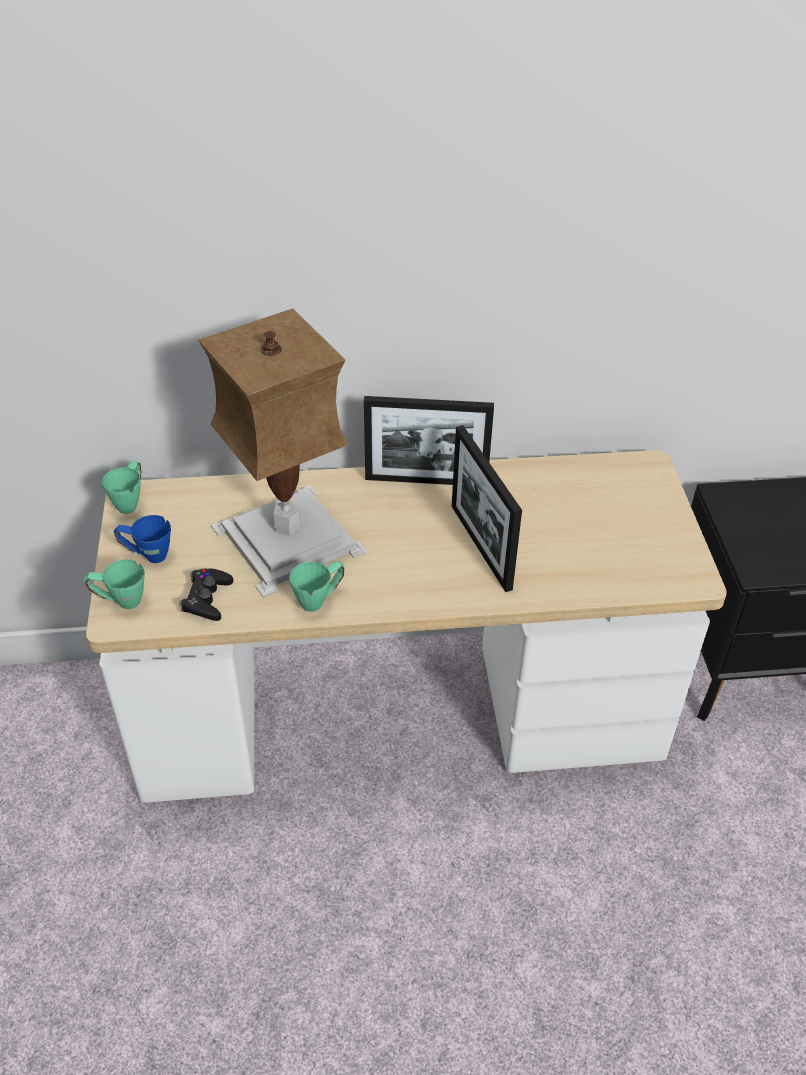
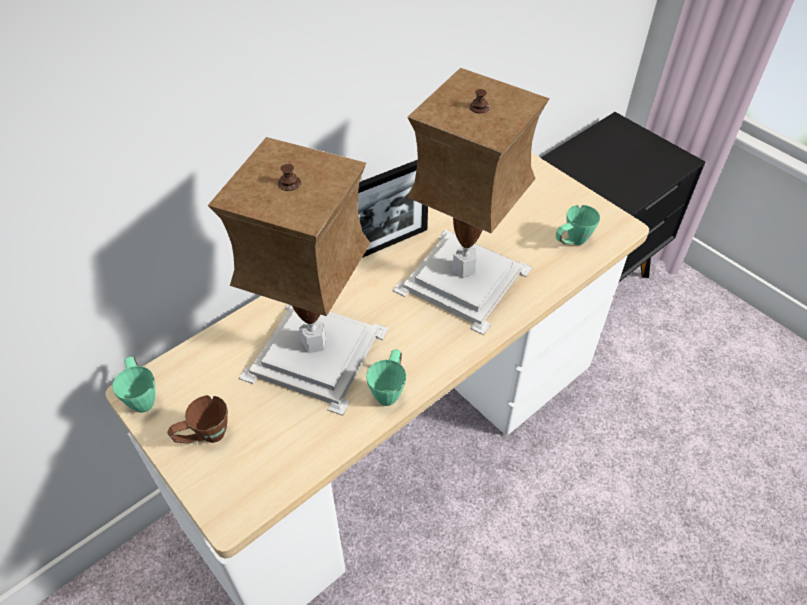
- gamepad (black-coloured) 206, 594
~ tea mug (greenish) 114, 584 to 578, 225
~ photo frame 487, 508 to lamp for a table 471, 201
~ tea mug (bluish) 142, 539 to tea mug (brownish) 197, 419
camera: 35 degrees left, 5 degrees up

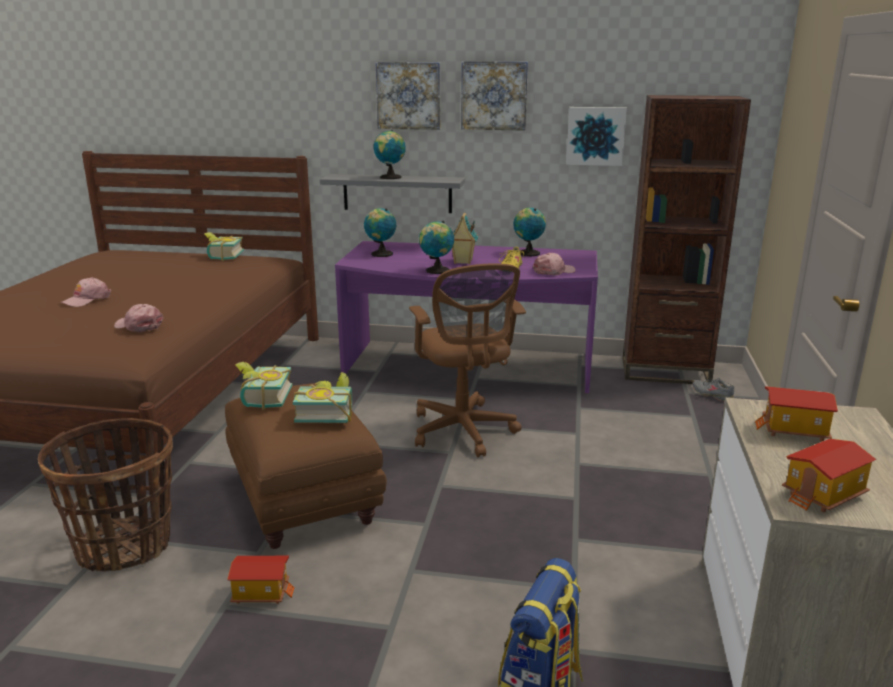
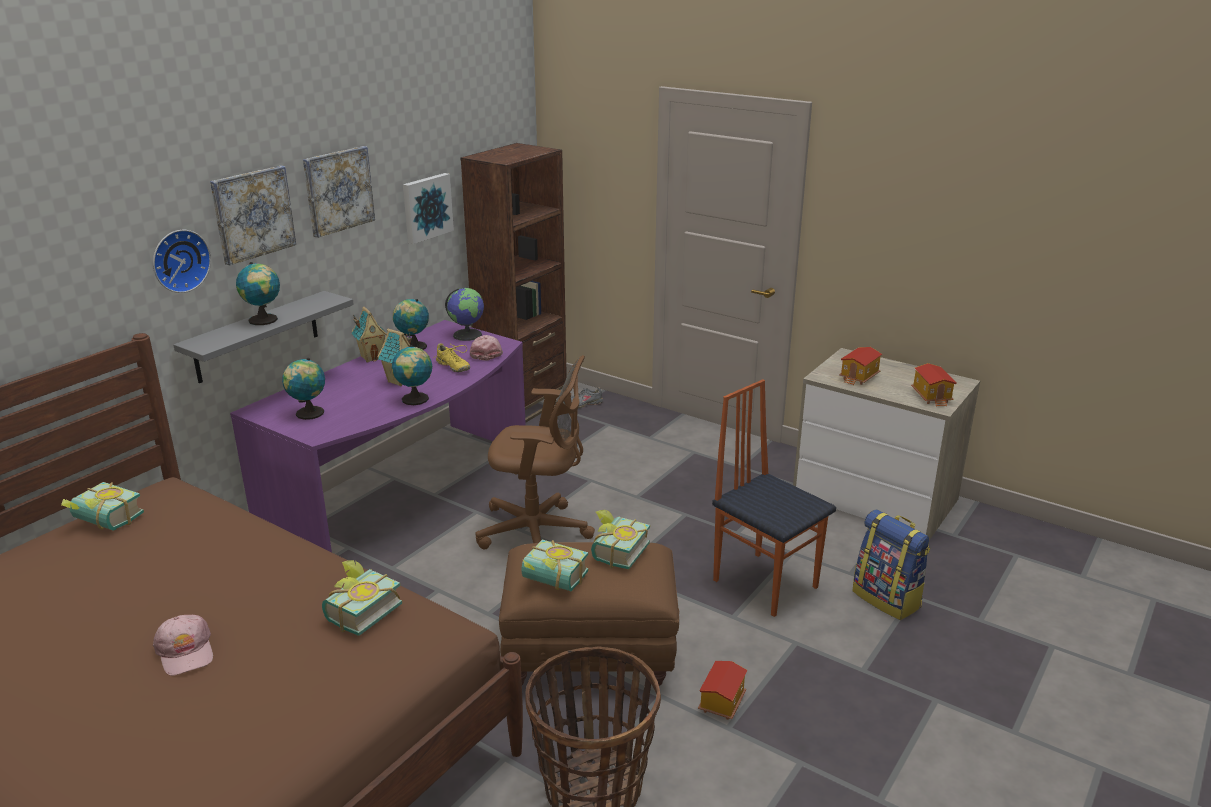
+ clock on the wall 182, 261
+ miniature house 369, 335
+ world globe 464, 314
+ plain chair 774, 498
~ cap (pinkish) 138, 318 to book 362, 598
camera: 65 degrees left, 5 degrees up

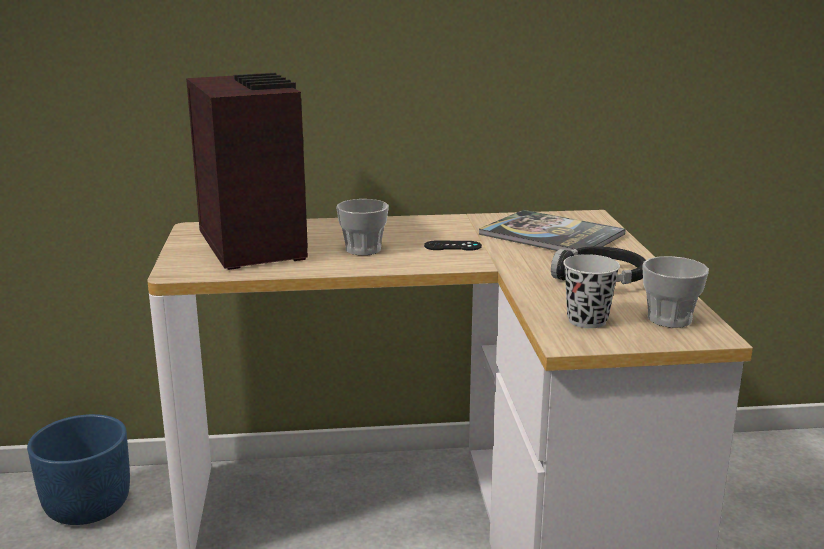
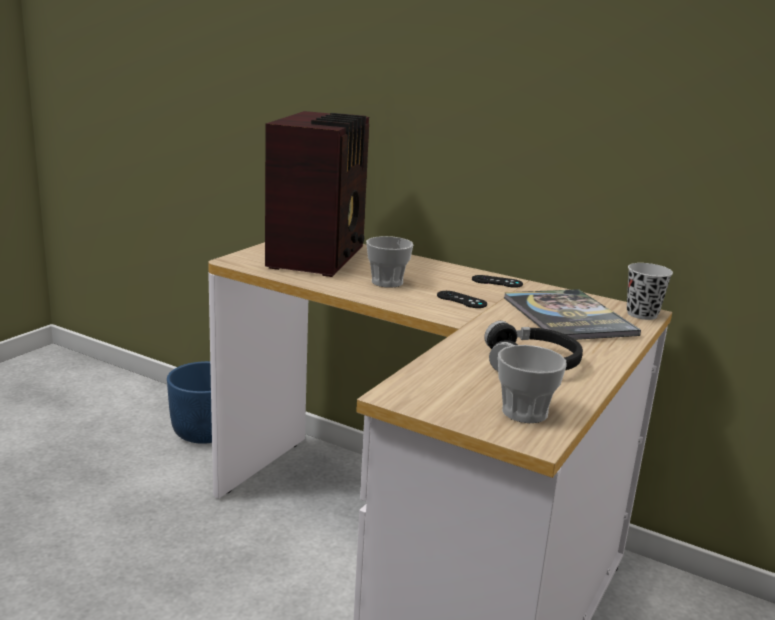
+ gamepad (black-coloured) 497, 281
~ drinking cup (black-coloured) 591, 291 to 650, 291
camera: 35 degrees right, 0 degrees up

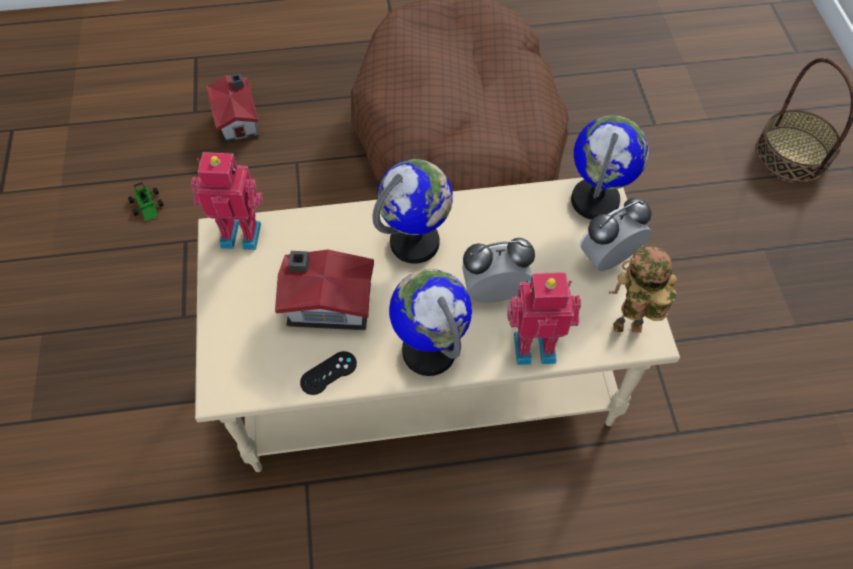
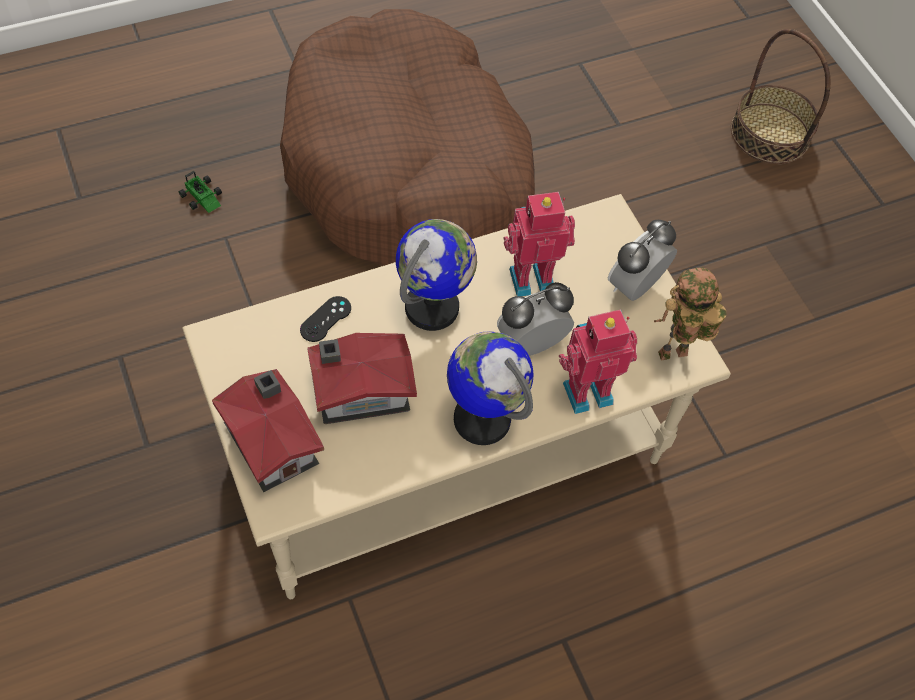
- world globe 609, 168
~ toy car 146, 201 to 200, 192
~ robot figure 227, 201 to 539, 244
~ miniature house 233, 108 to 268, 430
~ gamepad (black-coloured) 328, 373 to 325, 319
camera: 20 degrees left, 0 degrees up

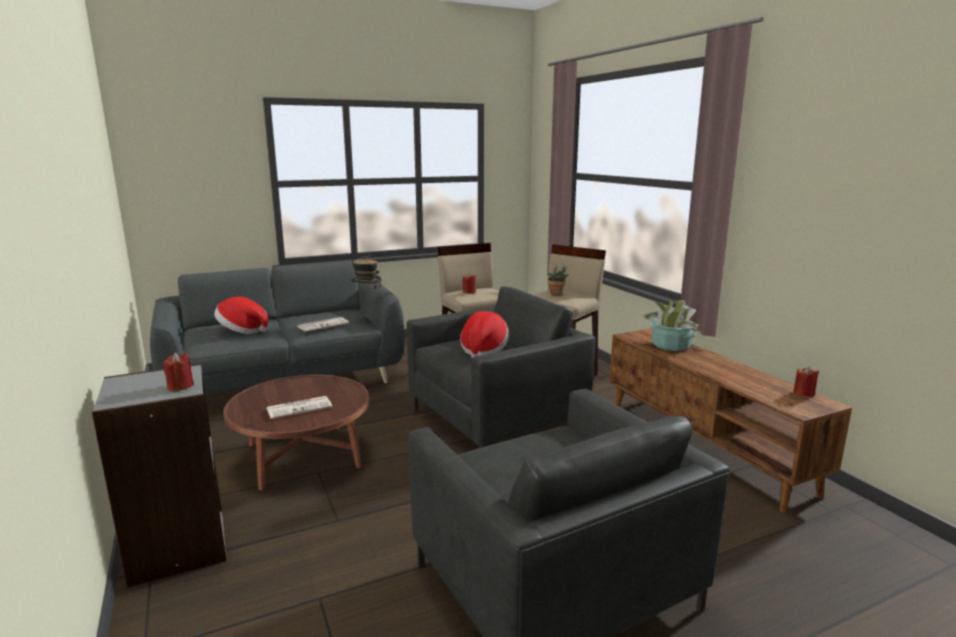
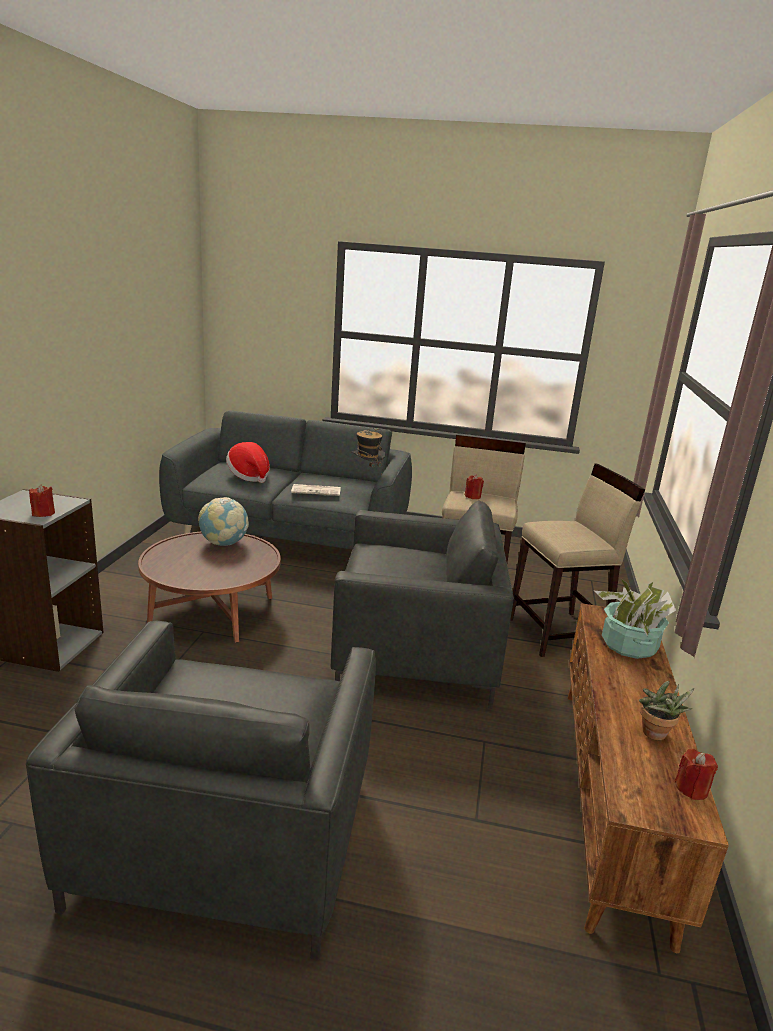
- daily paper 299, 407
- hat 484, 334
+ world globe 223, 521
~ houseplant 558, 279 to 666, 710
camera: 35 degrees right, 5 degrees up

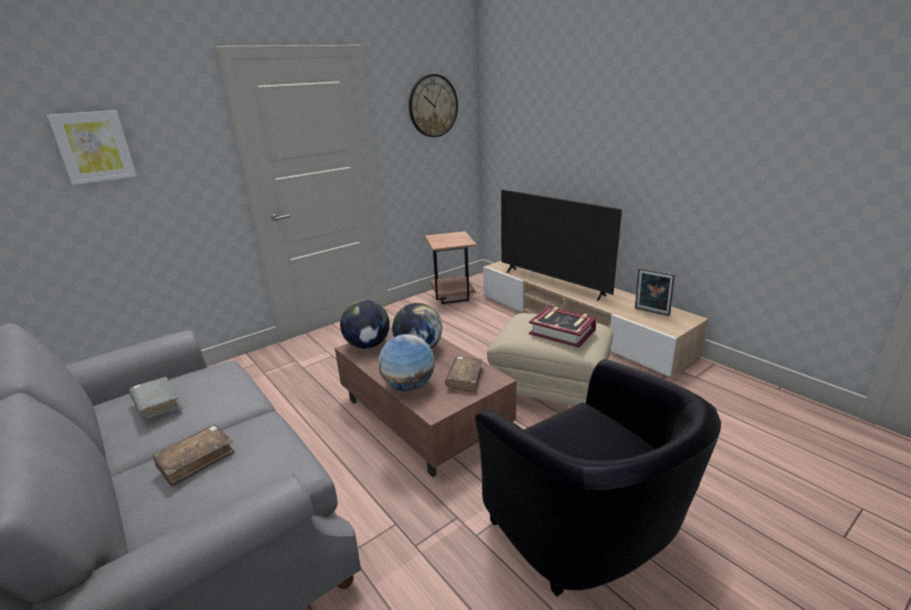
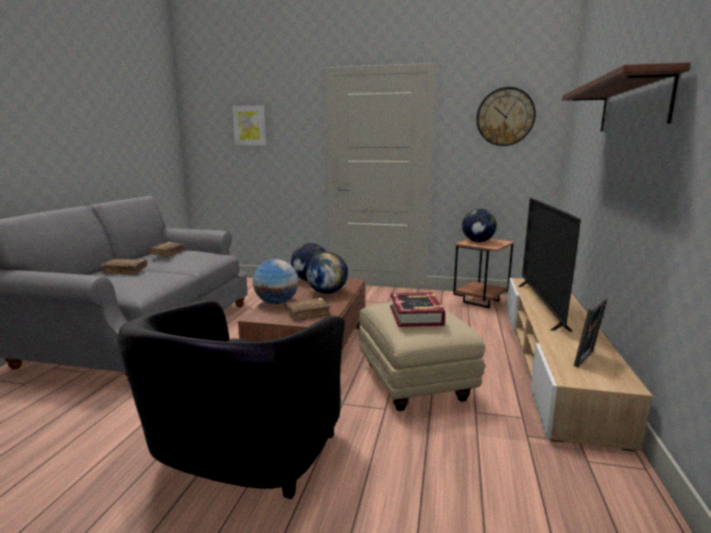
+ world globe 479, 225
+ wall shelf 626, 97
~ book (grey) 155, 398 to book (brownish) 166, 249
~ photo frame 655, 292 = 590, 332 135 degrees counterclockwise
camera: 50 degrees right, 10 degrees down

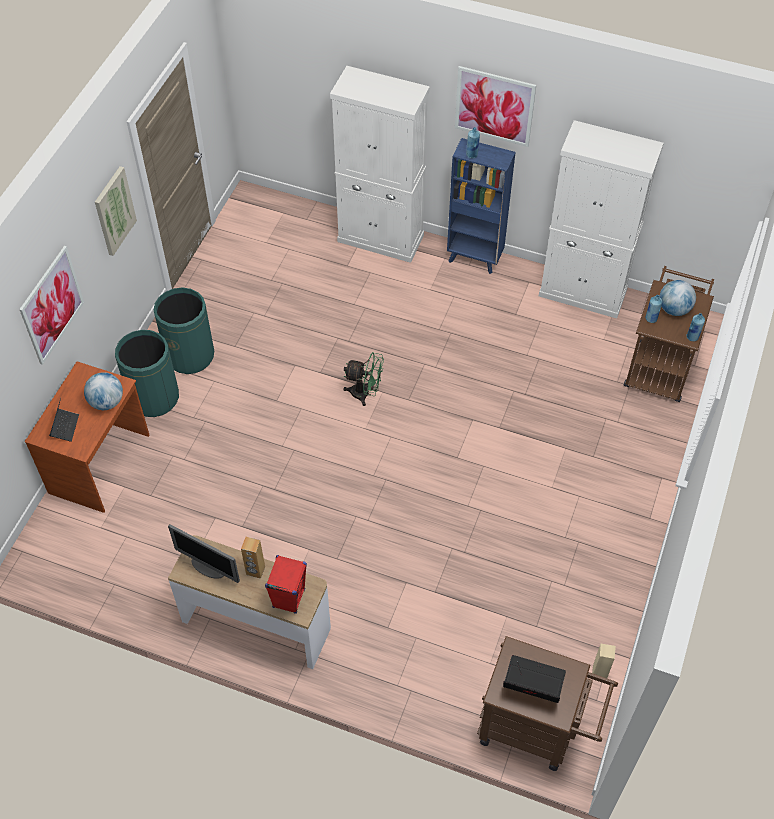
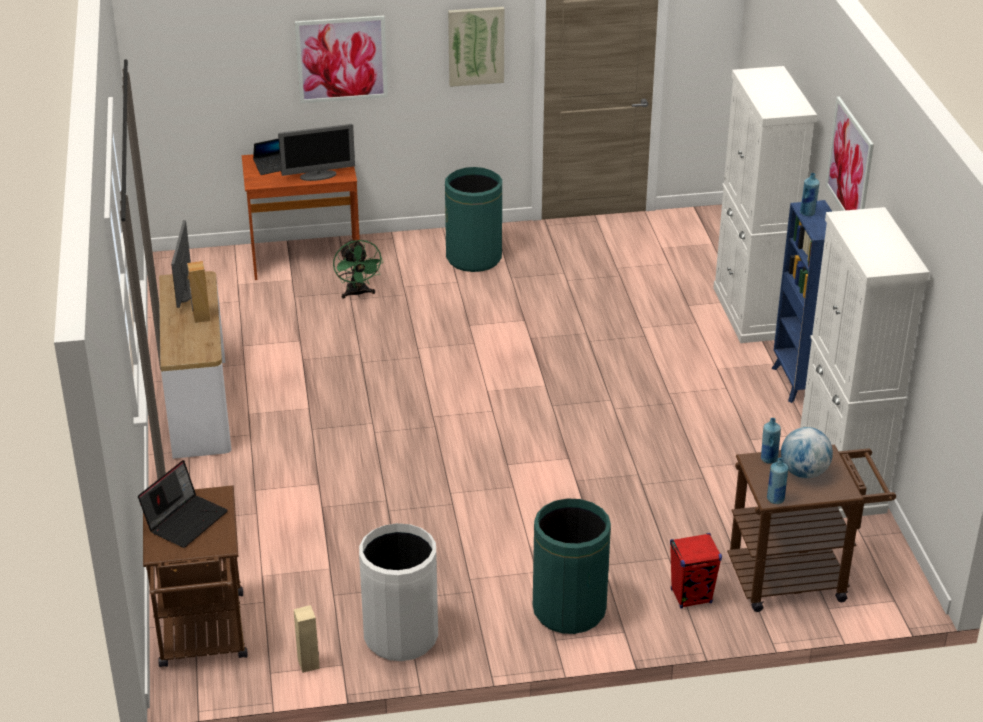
+ rubbish bin (white) 398, 592
~ rubbish bin (greenish) 147, 373 to 572, 566
~ audio speaker (red) 286, 584 to 696, 570
~ cooling fan (greenish) 364, 379 to 358, 269
~ world globe 103, 391 to computer screen 316, 152
~ notebook computer 534, 679 = 183, 504 45 degrees clockwise
camera: 60 degrees right, 20 degrees down

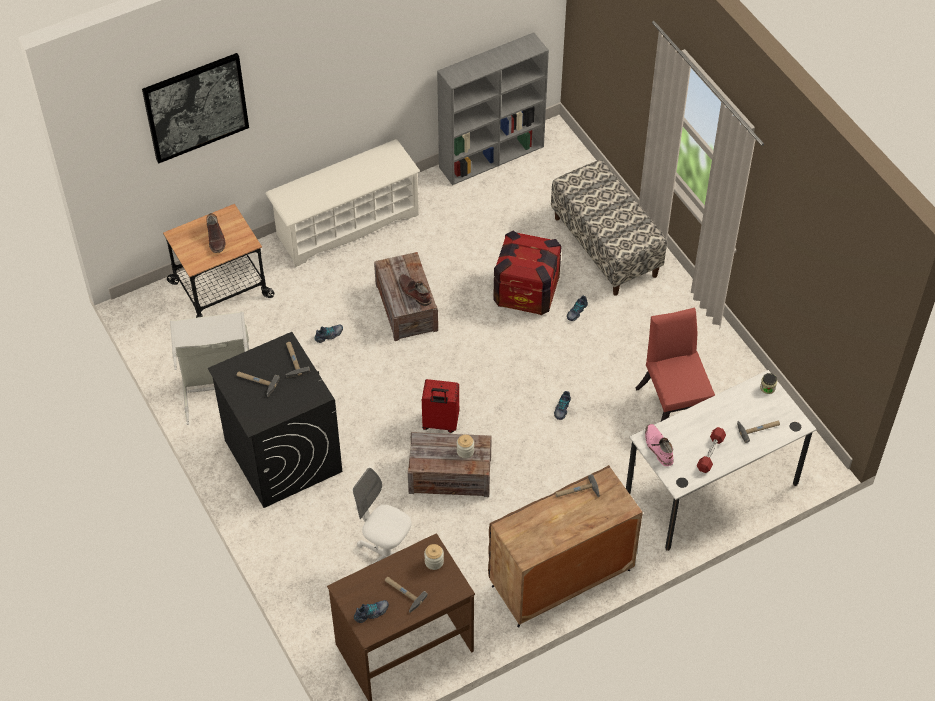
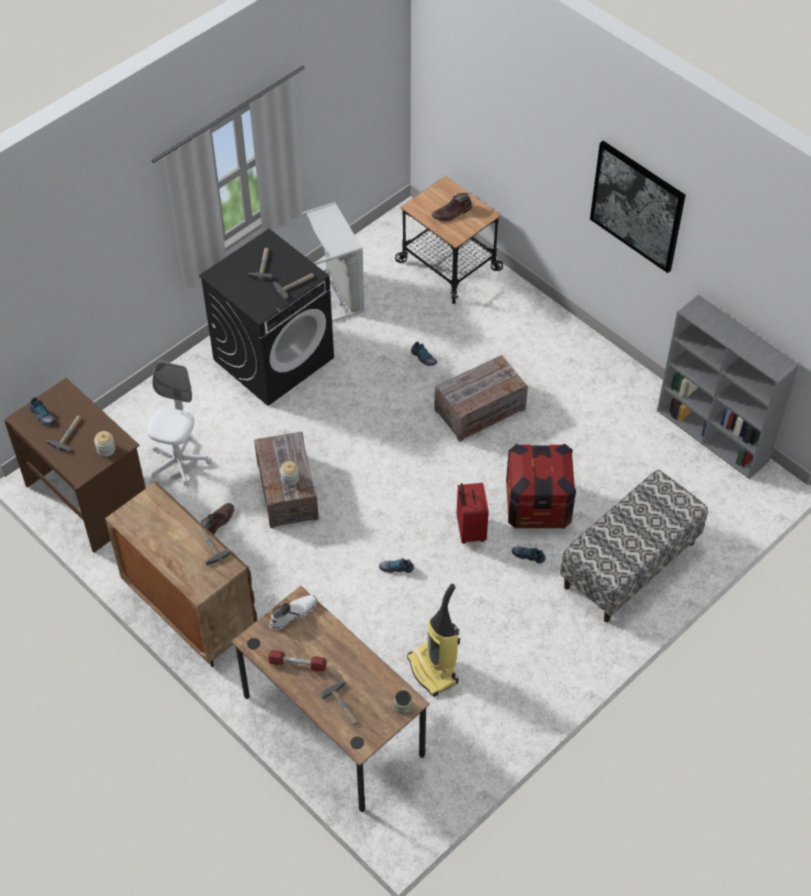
- shoe rack (white) 342, 203
~ picture 195, 108 to 638, 207
~ high-top boot (brownish) 415, 290 to 217, 519
~ suitcase (red) 440, 406 to 473, 513
~ plain chair (red) 675, 364 to hoover 433, 640
~ desk table (white) 721, 460 to desk table (brownish) 330, 699
~ high-top boot (pinkish) 659, 445 to high-top boot (white) 293, 612
camera: 75 degrees right, 0 degrees up

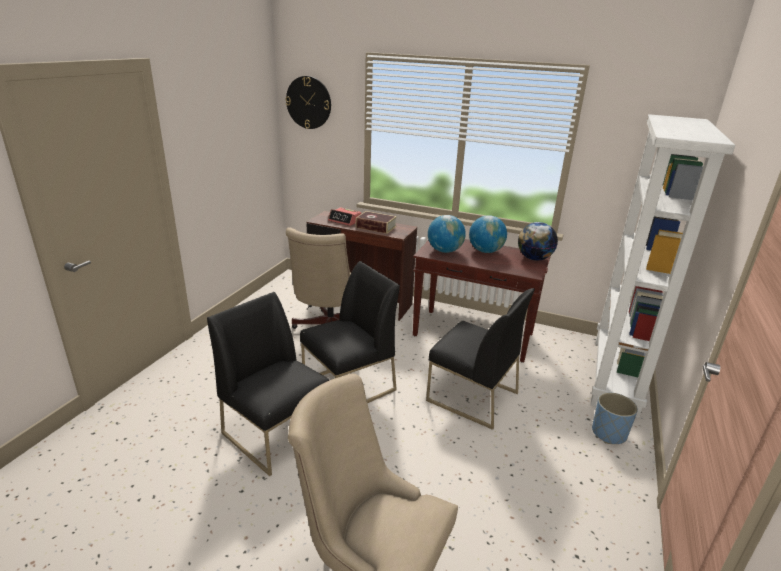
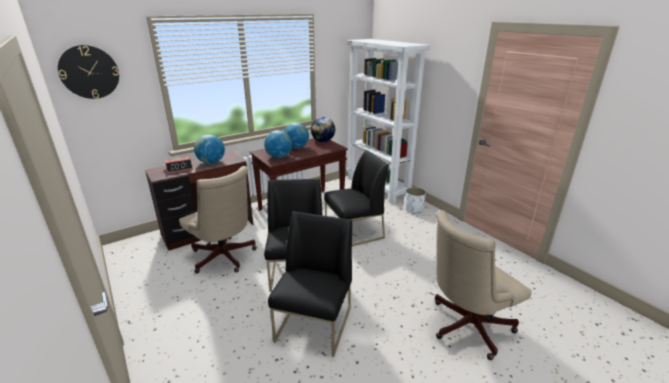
~ book 376, 222 to world globe 209, 149
~ flower pot (bluish) 615, 418 to flower pot (white) 415, 200
~ plain chair (black-coloured) 268, 384 = 310, 284 120 degrees clockwise
camera: 55 degrees left, 0 degrees up

